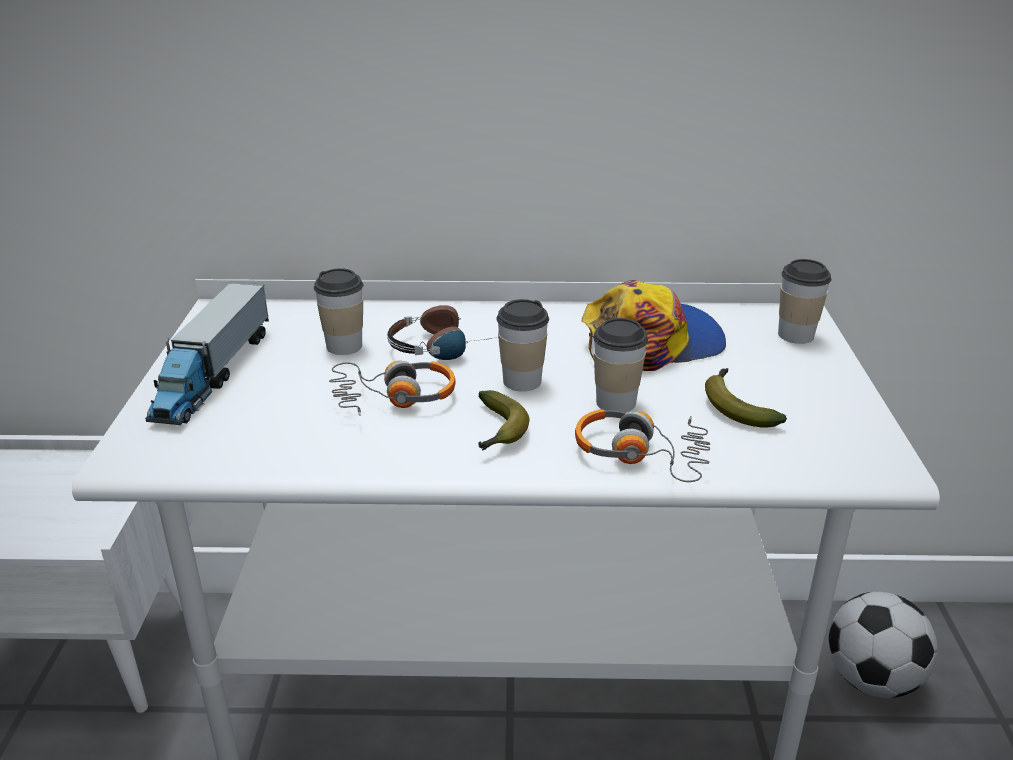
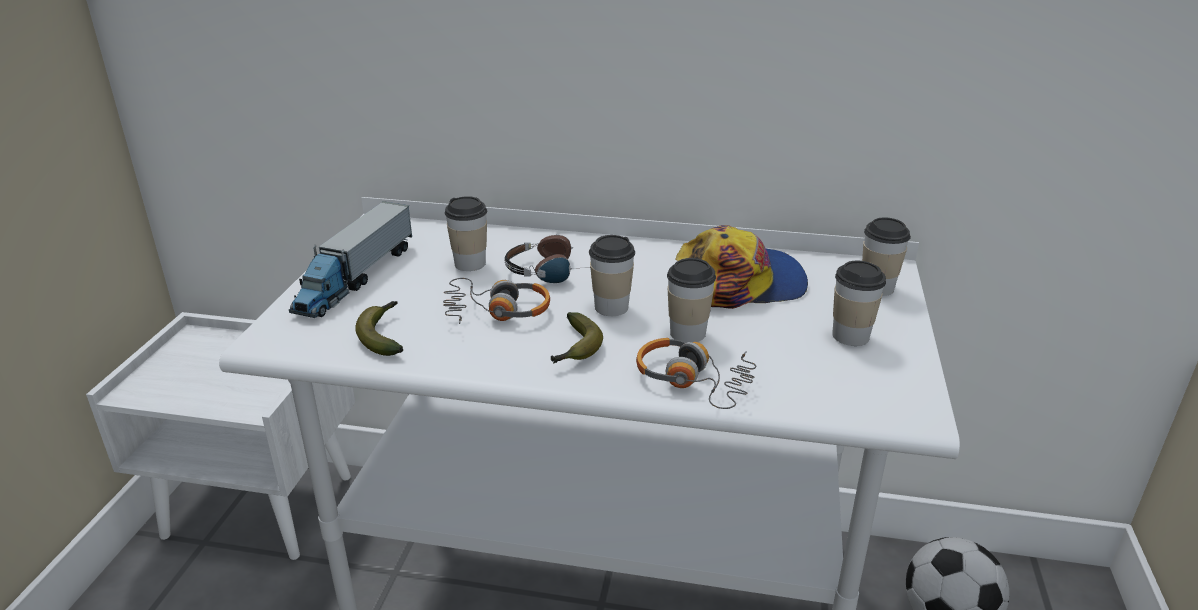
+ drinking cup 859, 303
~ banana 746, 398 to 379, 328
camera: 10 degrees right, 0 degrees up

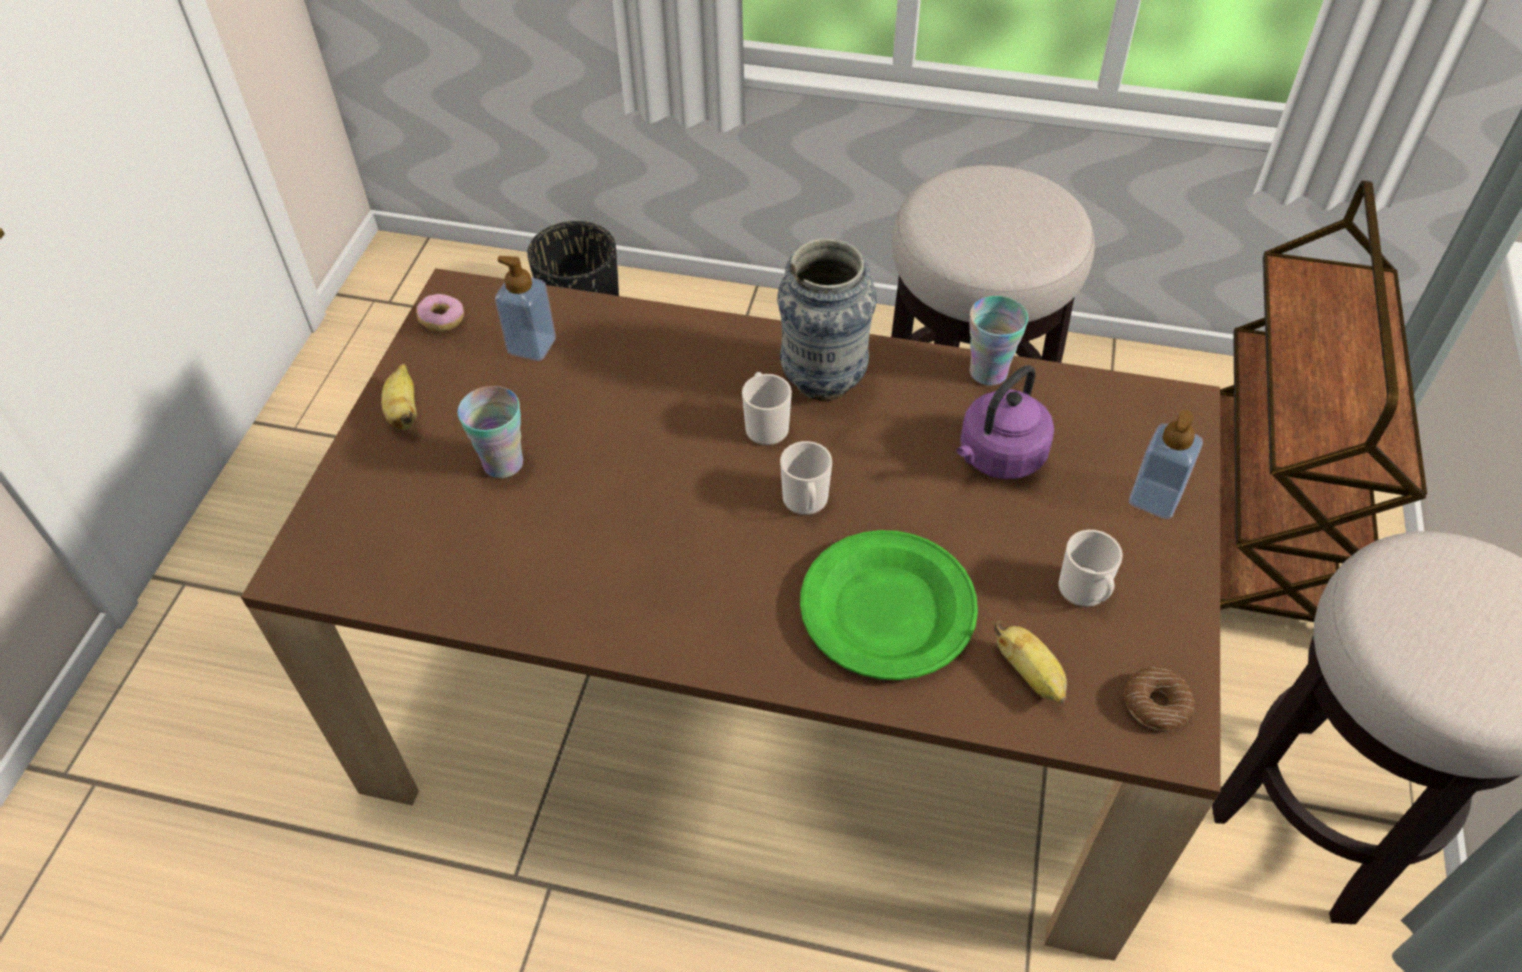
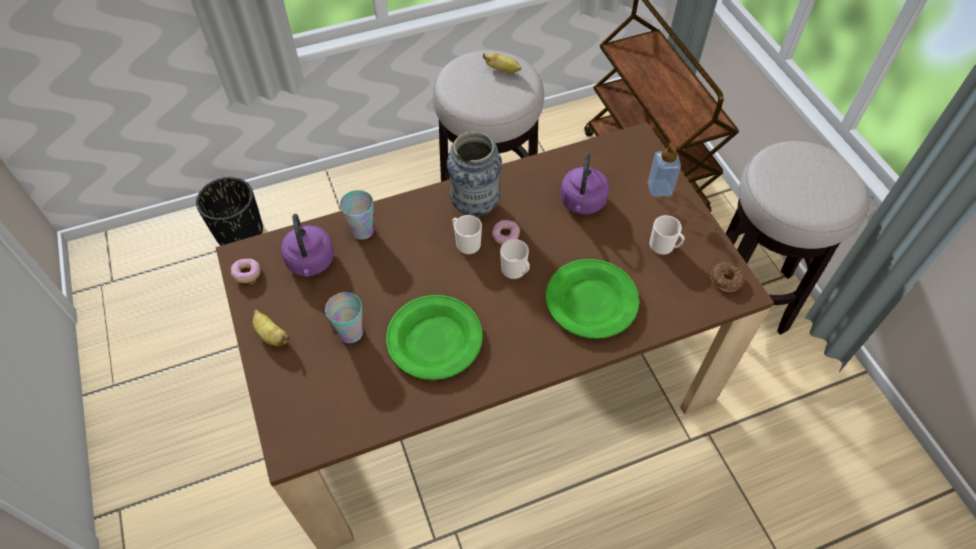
+ dinner plate (greenish) 434, 337
+ donut 506, 232
~ drinking cup 998, 341 to 357, 215
~ banana 1030, 662 to 502, 63
~ liquid soap bottle 525, 308 to water kettle (purple) 307, 245
camera: 35 degrees left, 5 degrees up

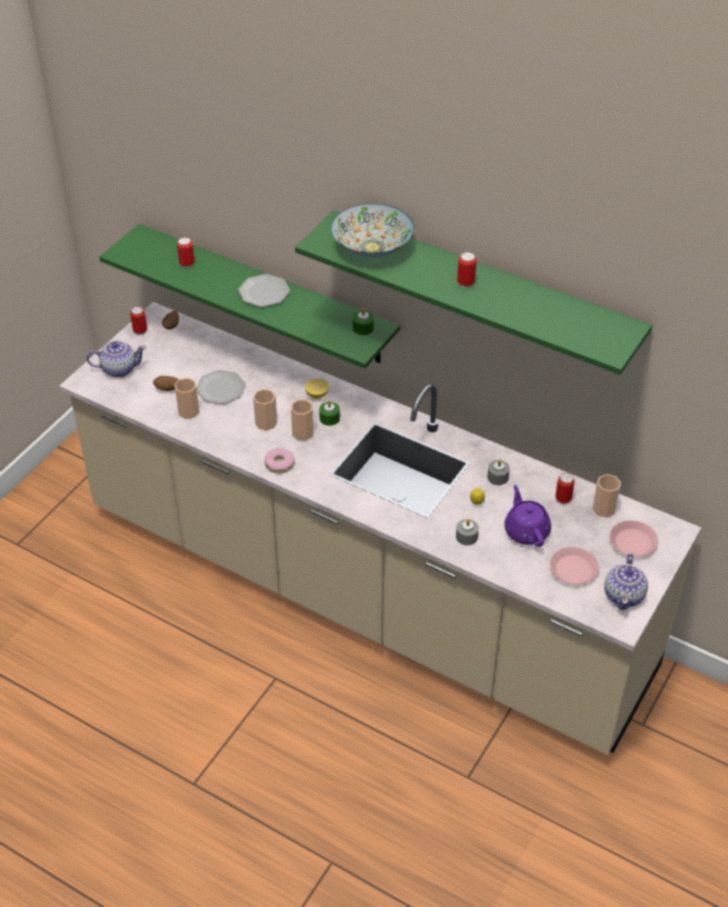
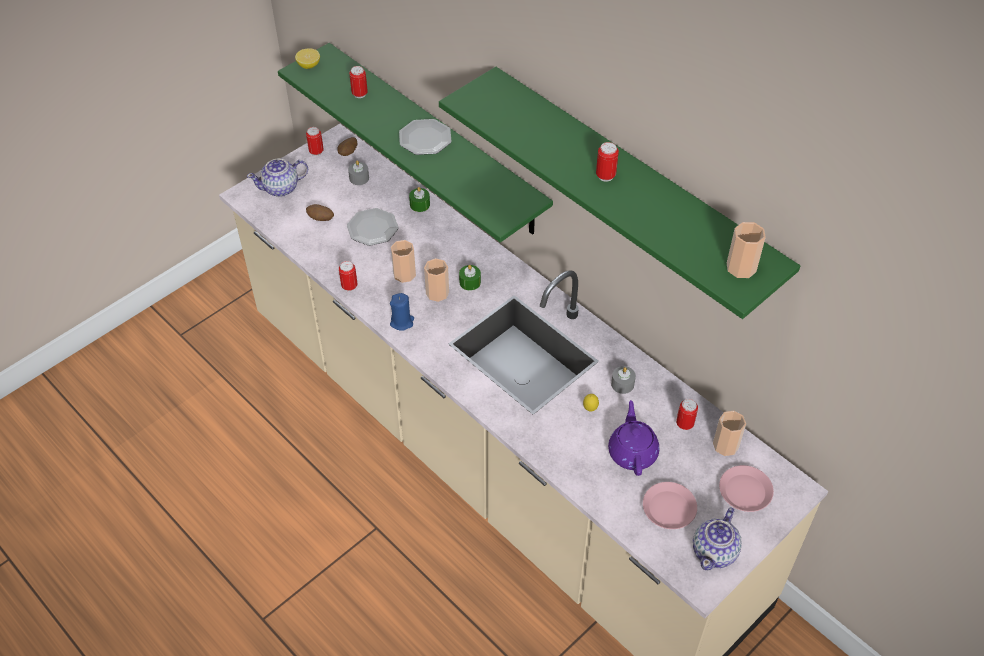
- serving bowl 372, 230
+ sealed can 348, 276
~ drinking cup 187, 398 to 746, 250
~ whole lemon 317, 388 to 307, 59
~ wax light (greenish) 363, 322 to 419, 199
~ wax light (grey) 467, 532 to 358, 172
~ donut 279, 461 to wax light (bluish) 402, 312
~ teapot 117, 359 = 277, 178 150 degrees clockwise
camera: 15 degrees right, 5 degrees up

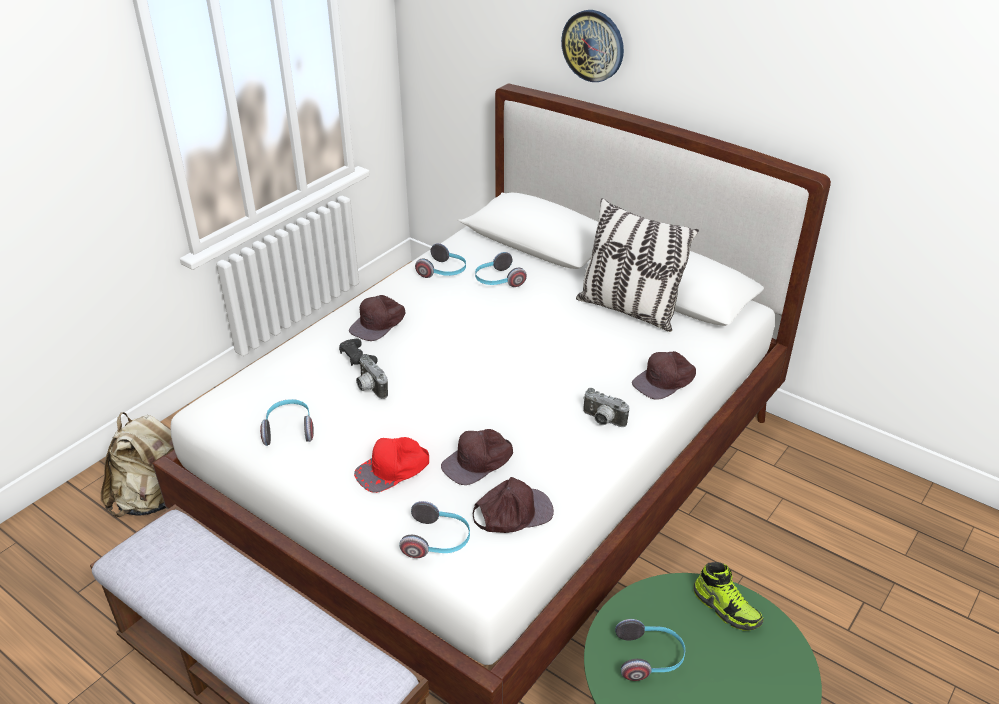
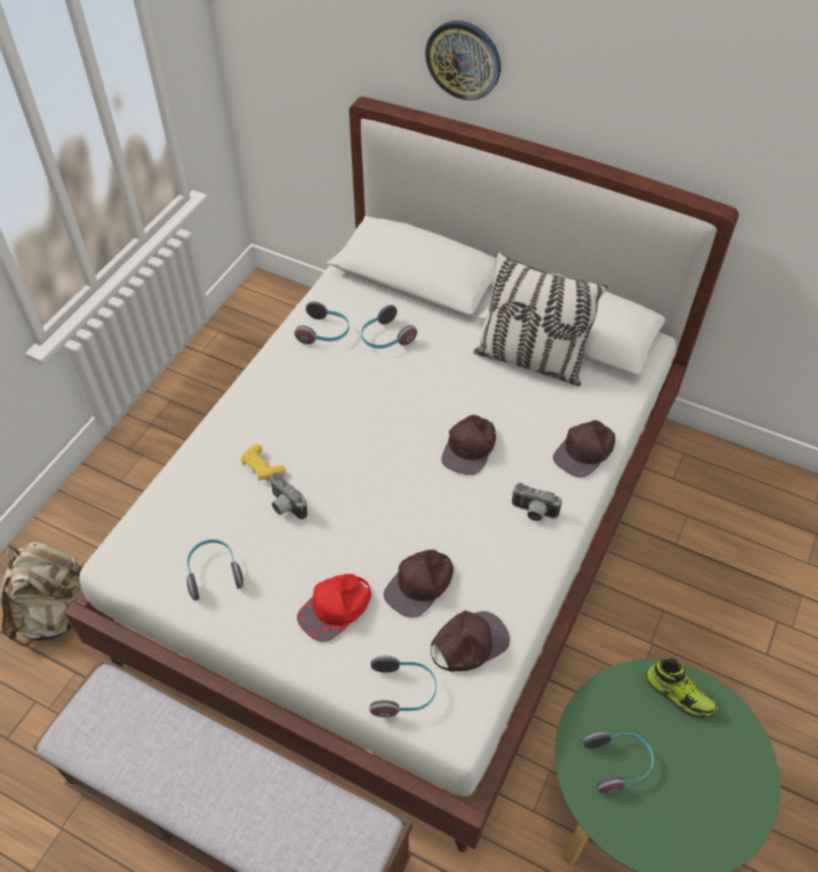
~ cap (brownish) 377, 318 to 468, 445
~ gamepad (black-coloured) 358, 352 to gamepad (yellow) 263, 462
camera: 10 degrees left, 15 degrees up

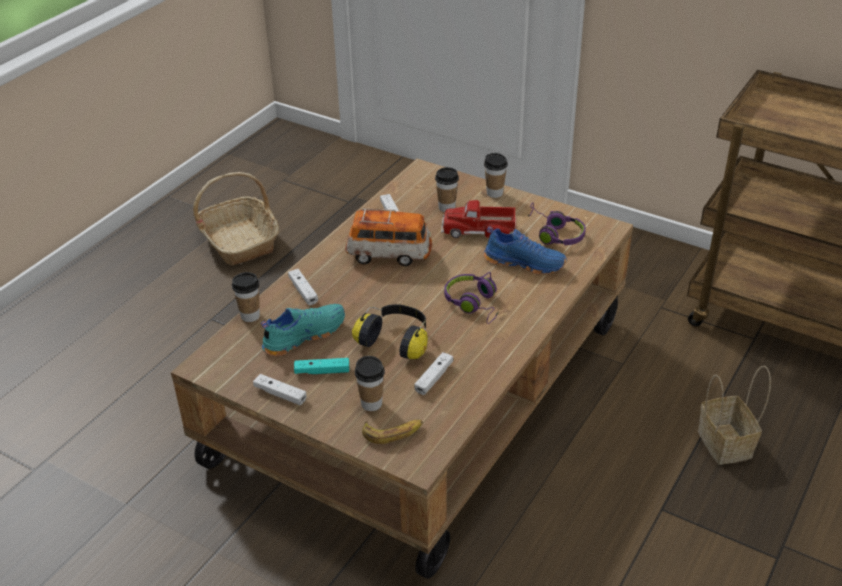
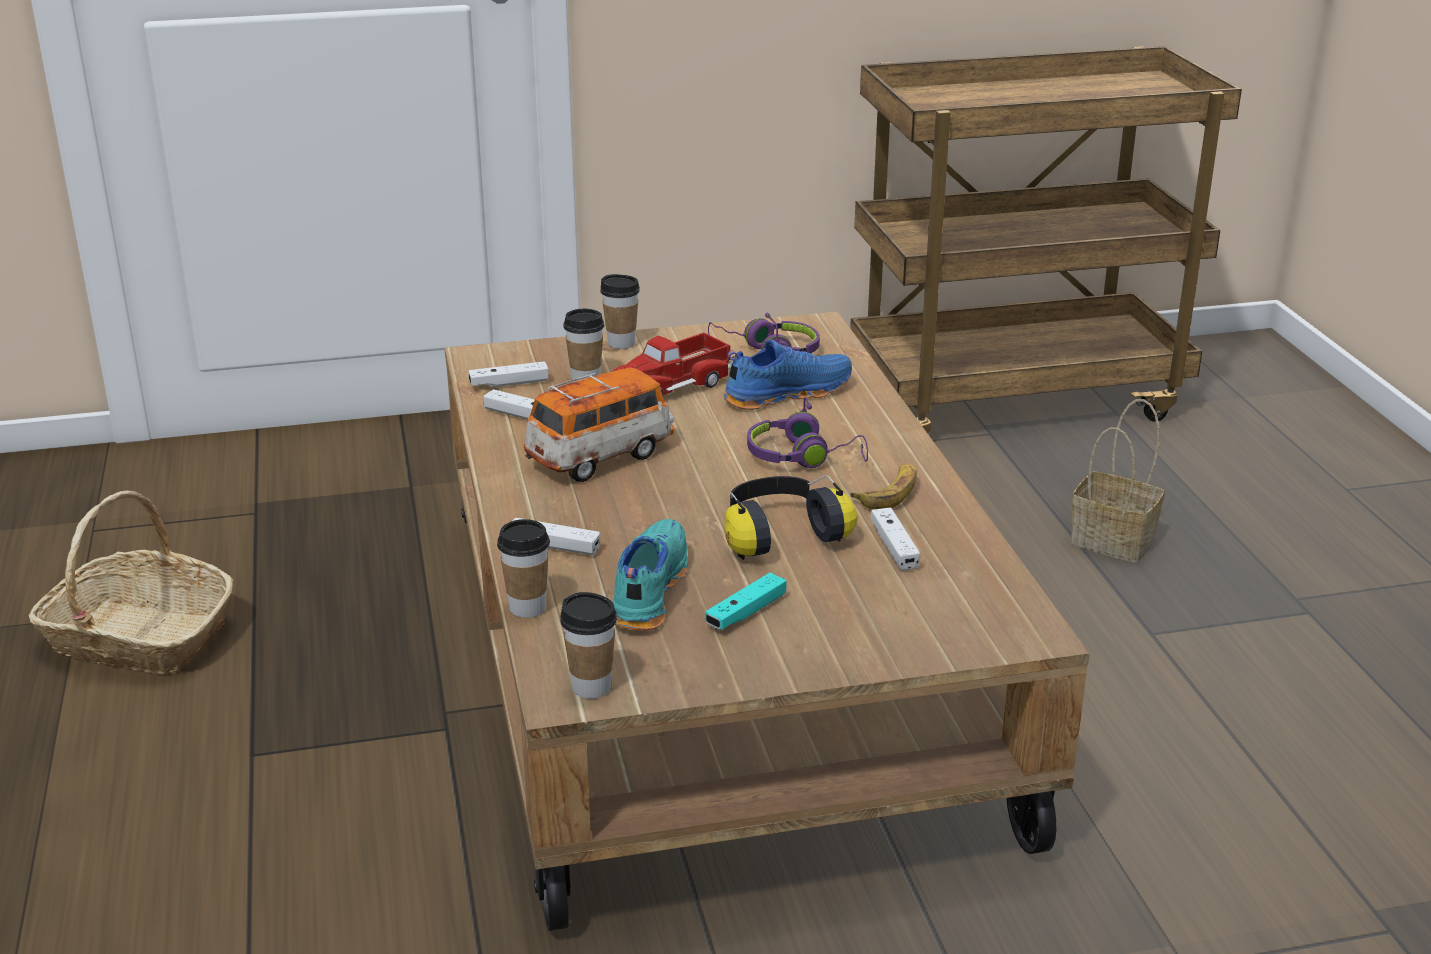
~ gamepad (white) 279, 389 to 508, 374
~ drinking cup 370, 383 to 588, 645
~ banana 392, 432 to 883, 486
camera: 45 degrees left, 10 degrees down

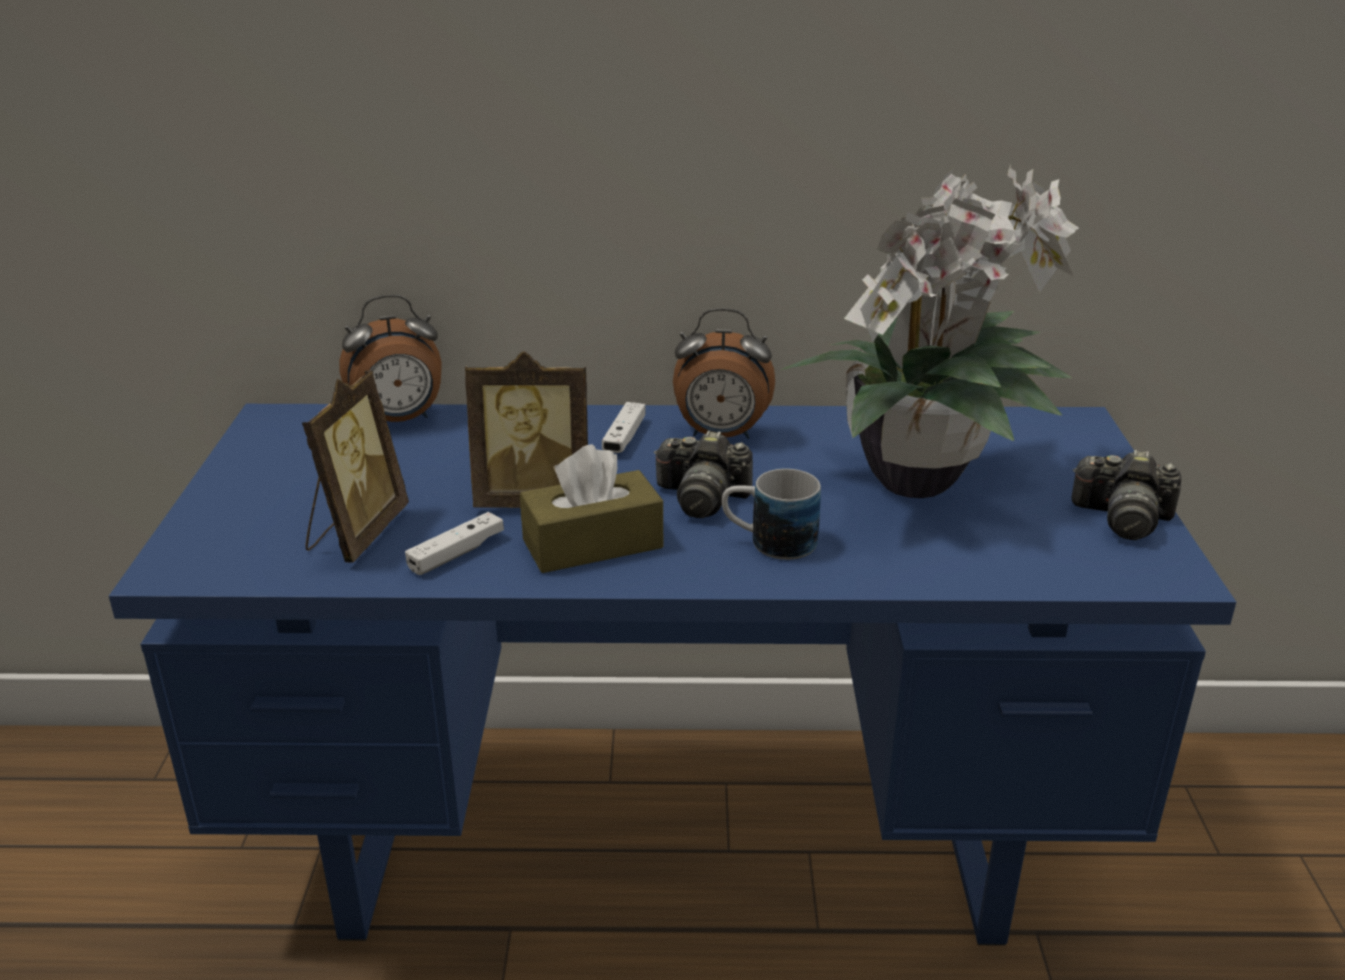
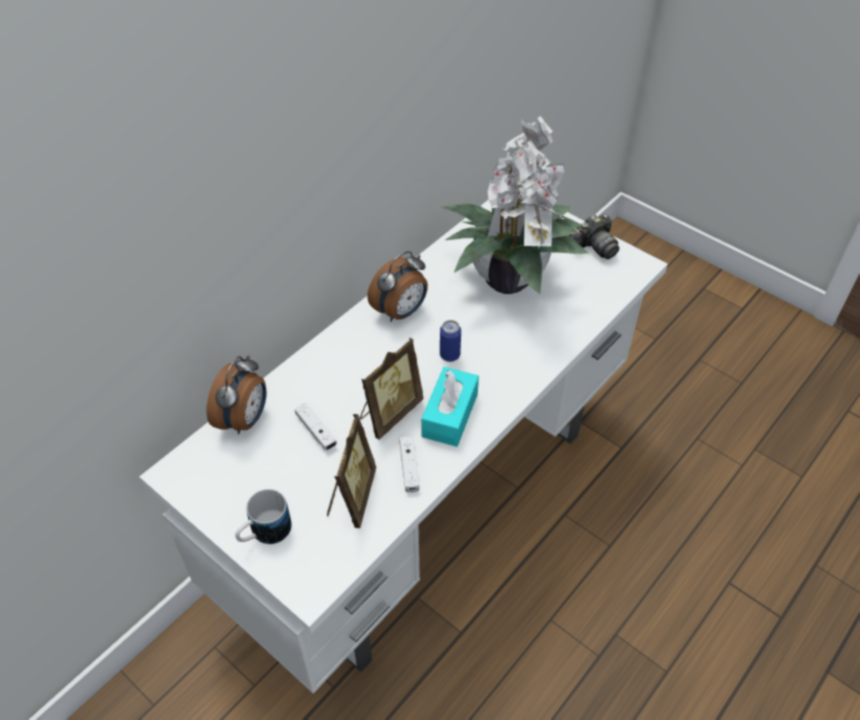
~ gamepad (white) 624, 427 to 316, 426
~ tea mug 771, 514 to 263, 516
~ still camera 703, 474 to sealed can 450, 341
~ desk table (bluish) 672, 675 to desk table (white) 403, 446
~ tissue box (brownish) 591, 508 to tissue box (turquoise) 450, 407
~ photo frame 355, 466 = 351, 471 45 degrees clockwise
camera: 50 degrees left, 20 degrees up

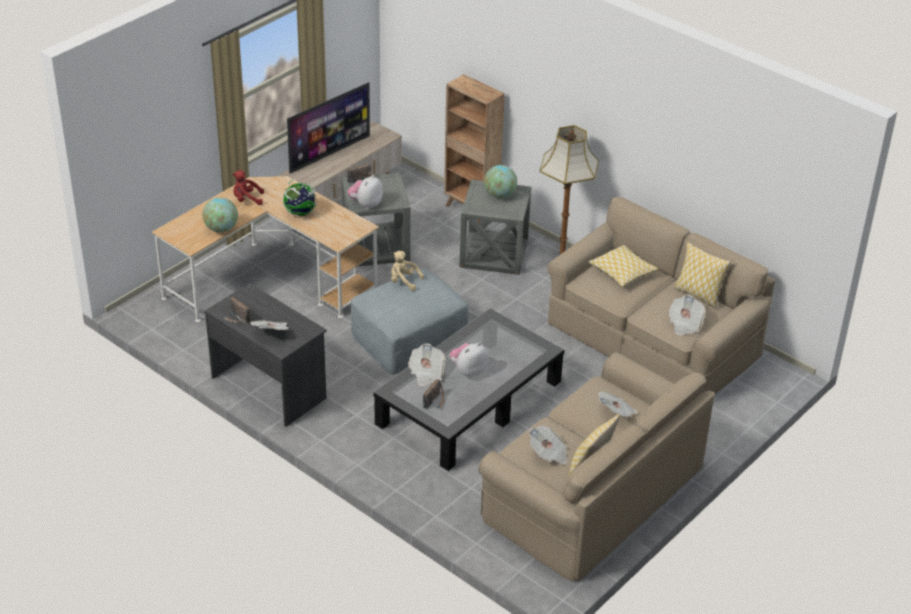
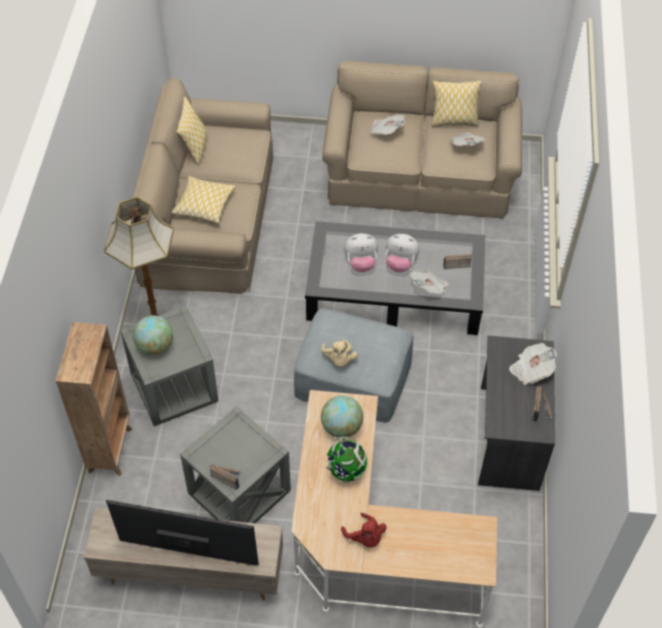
- daily paper 687, 315
~ world globe 220, 215 to 342, 416
~ cuddly toy 365, 192 to 361, 252
camera: 125 degrees left, 15 degrees up

